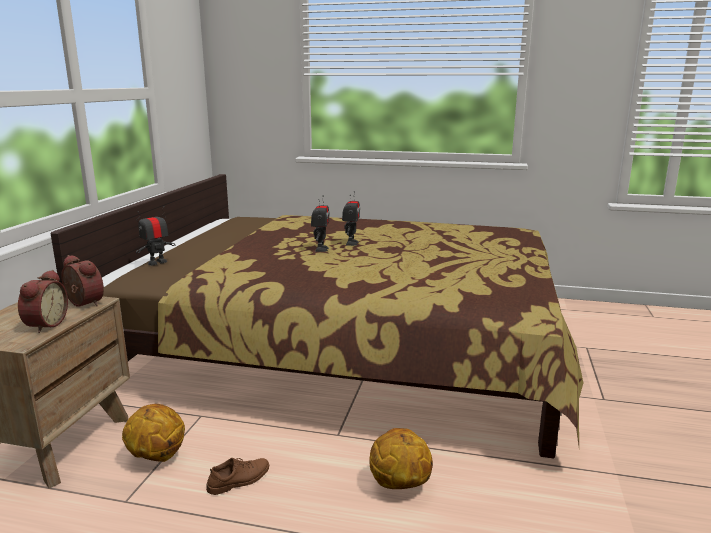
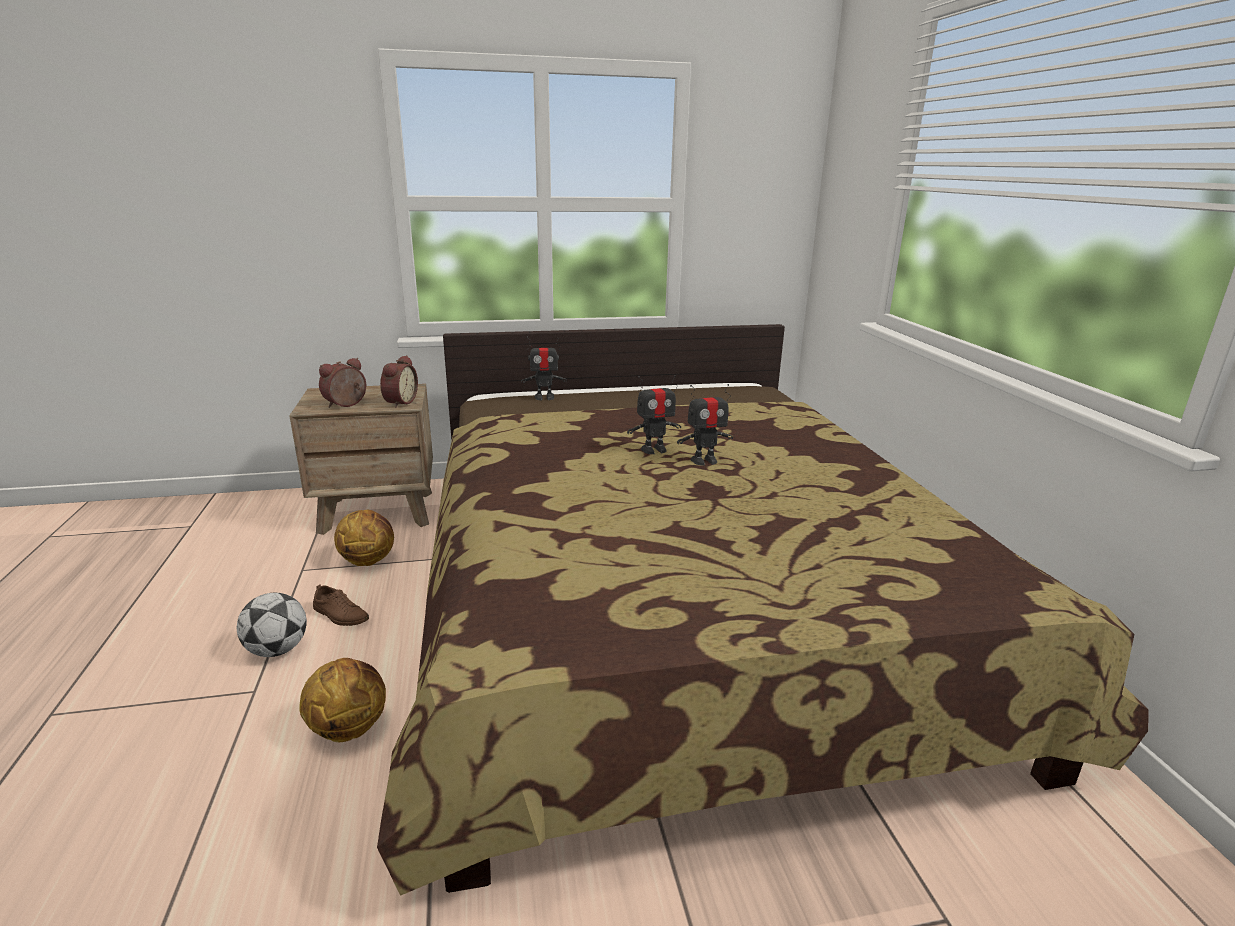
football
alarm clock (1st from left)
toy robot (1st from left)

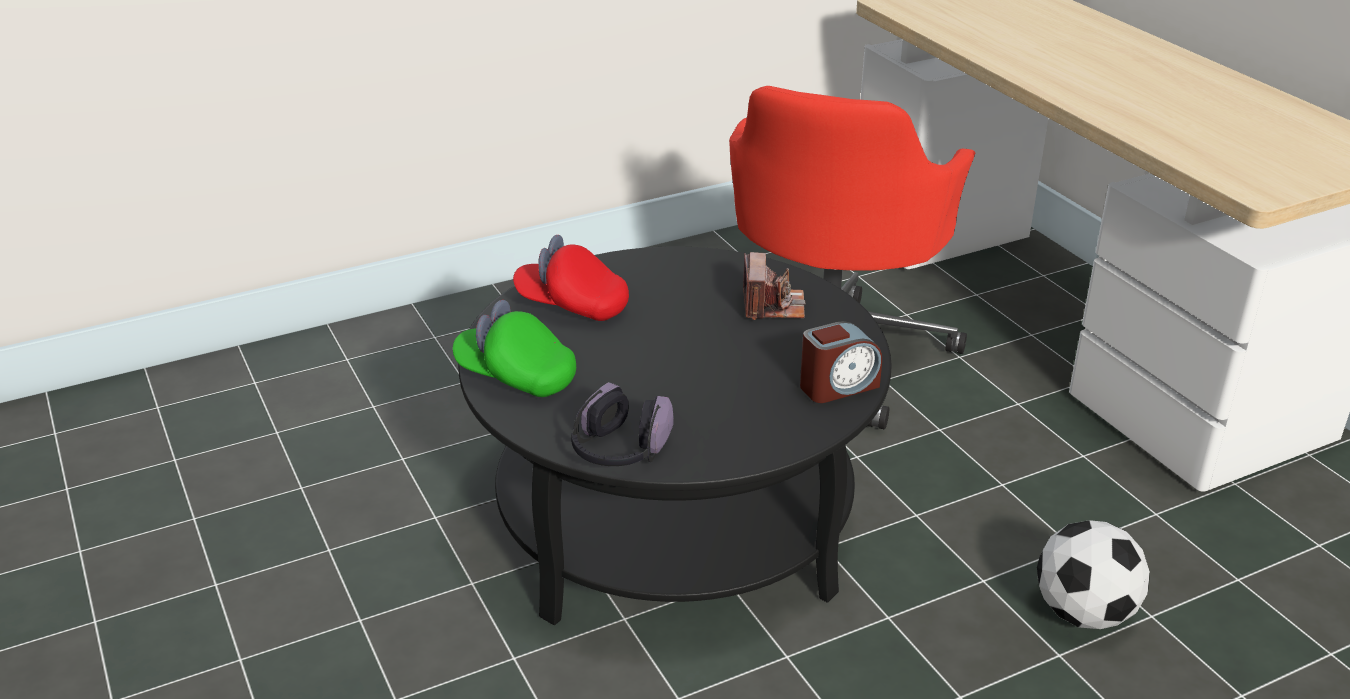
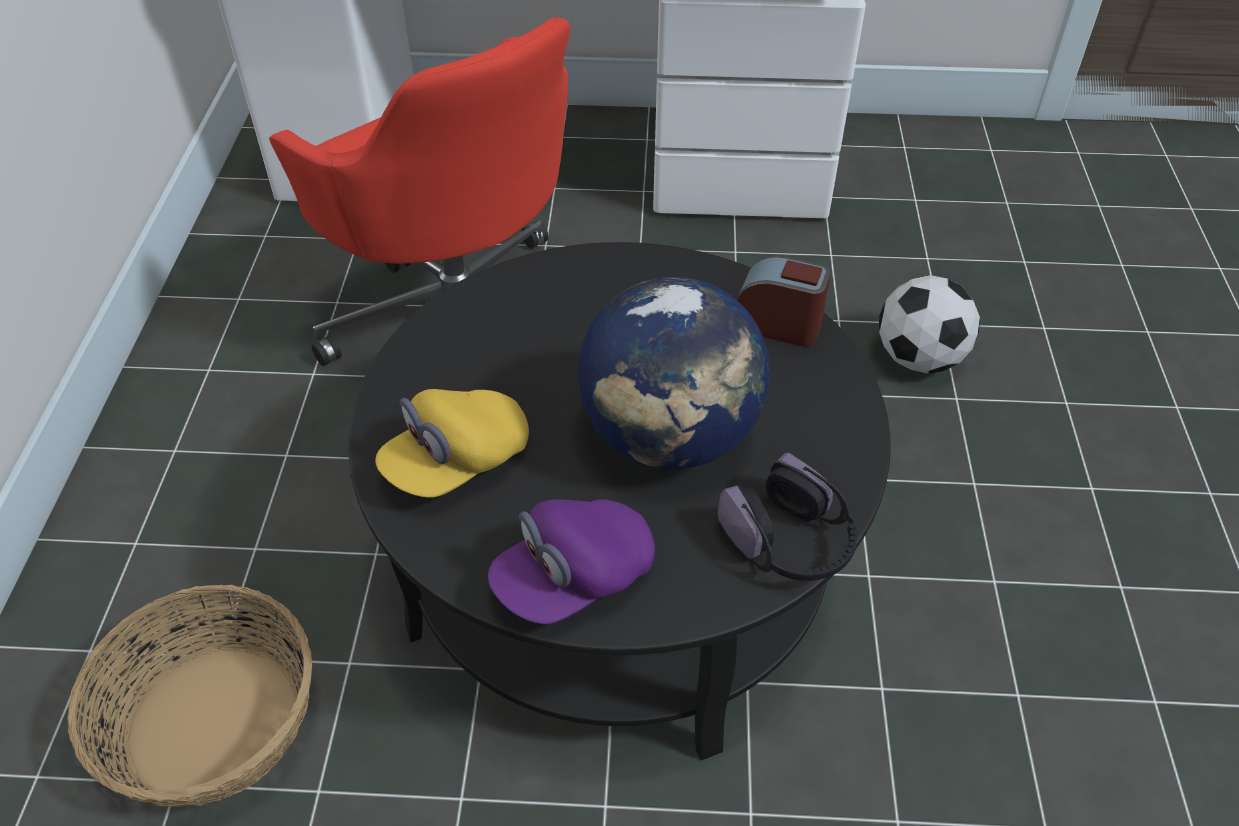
photo camera
basket
globe
purple cap
yellow cap
alarm clock

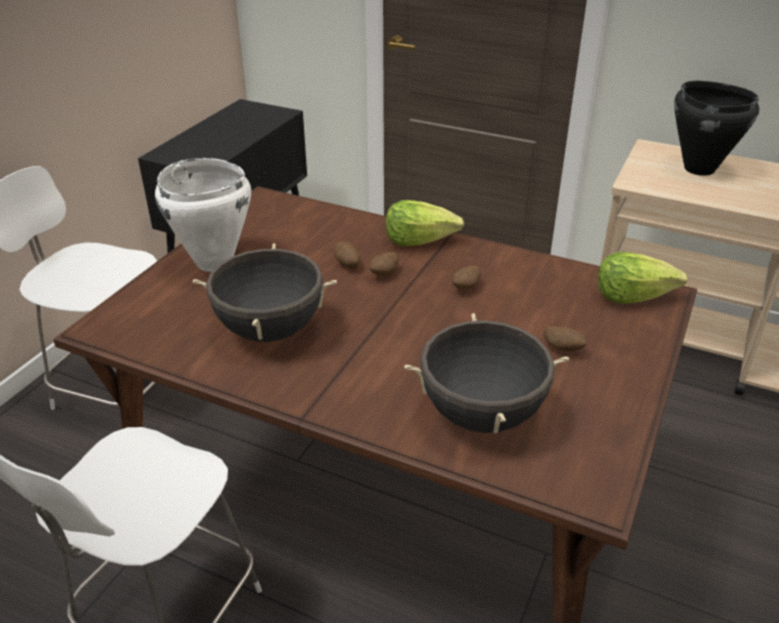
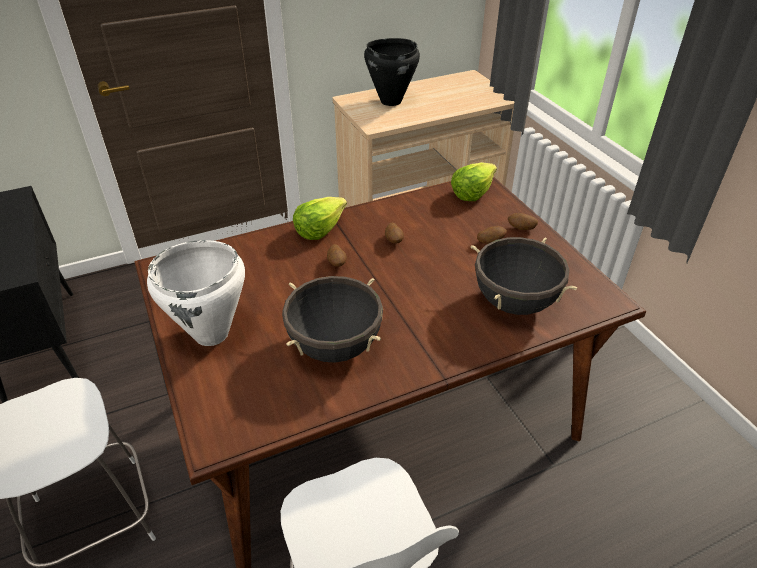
potato (4th from left)

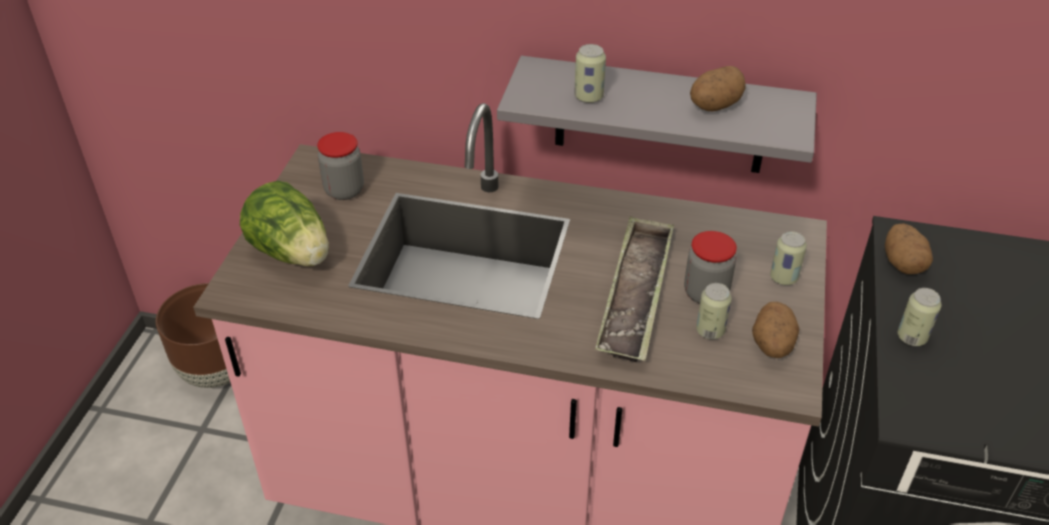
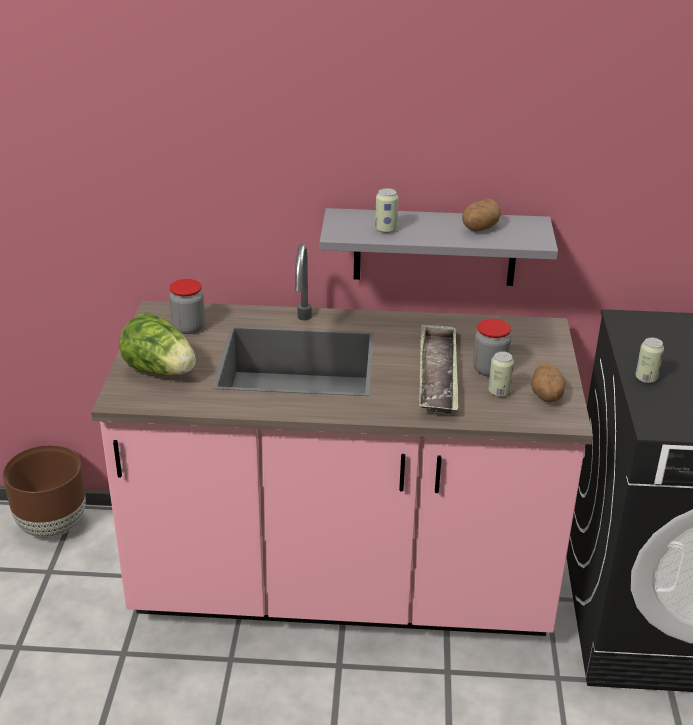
can (3rd from left in the first image)
potato (3rd from left in the first image)

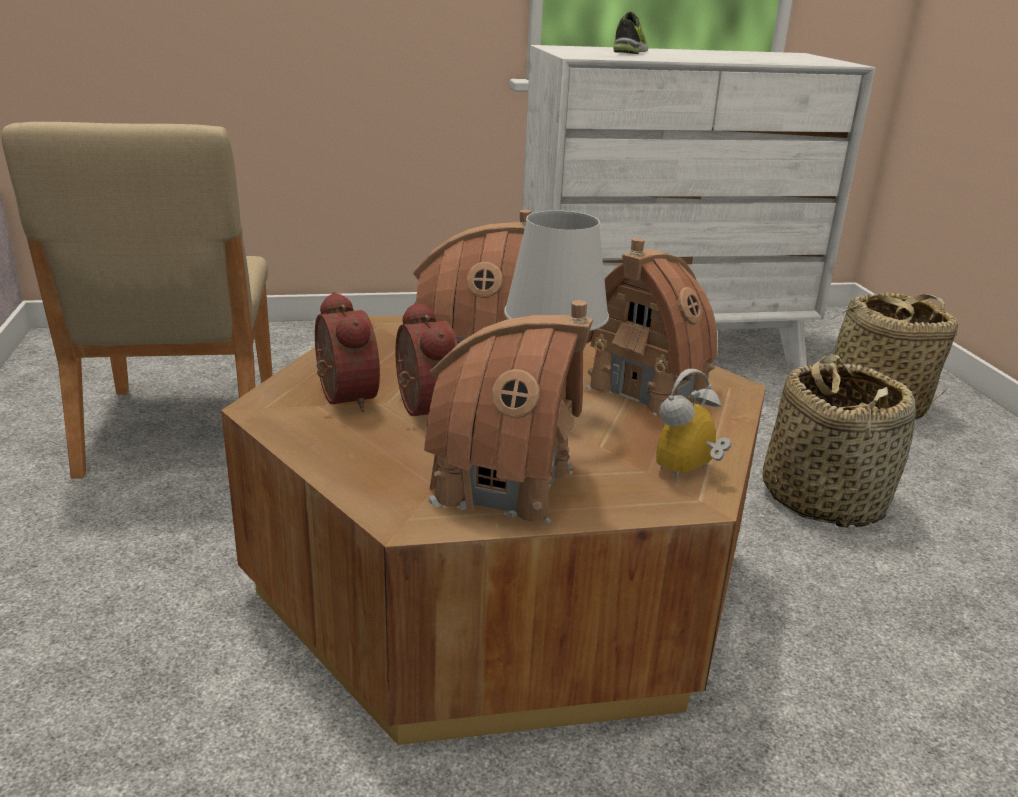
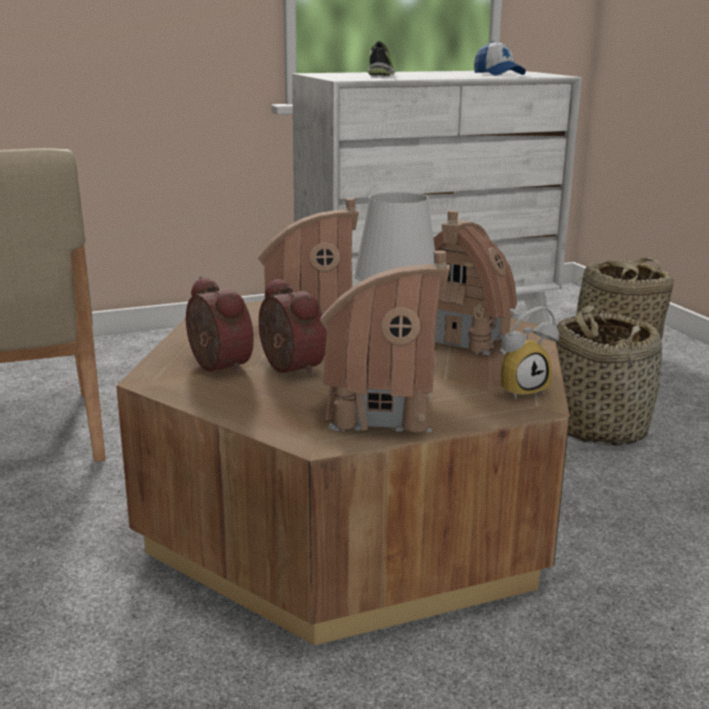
cap
alarm clock (3rd from left)

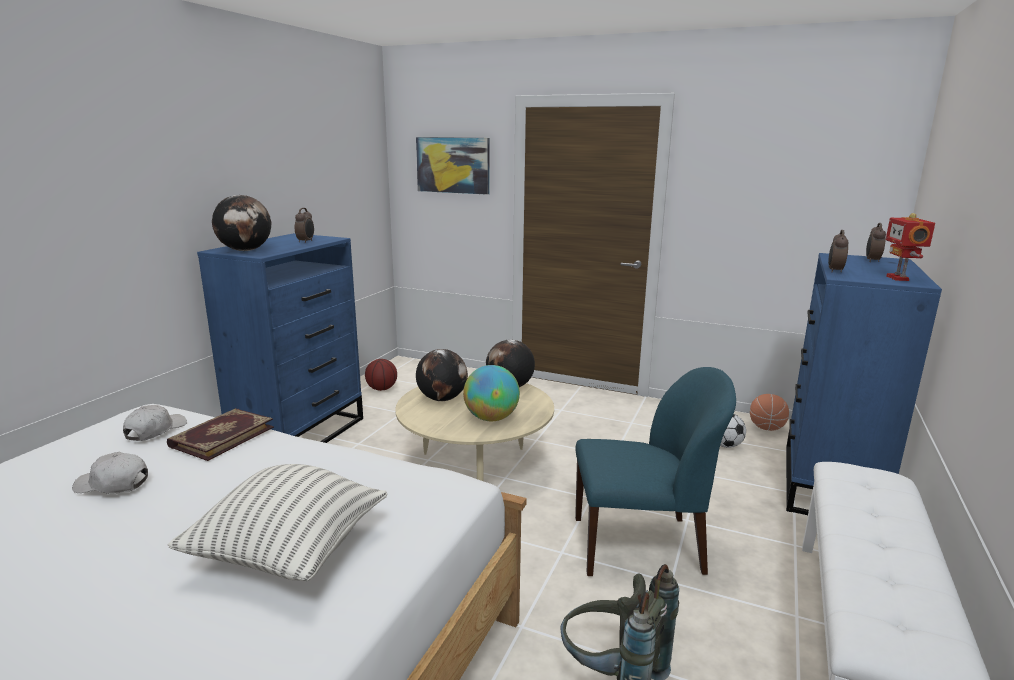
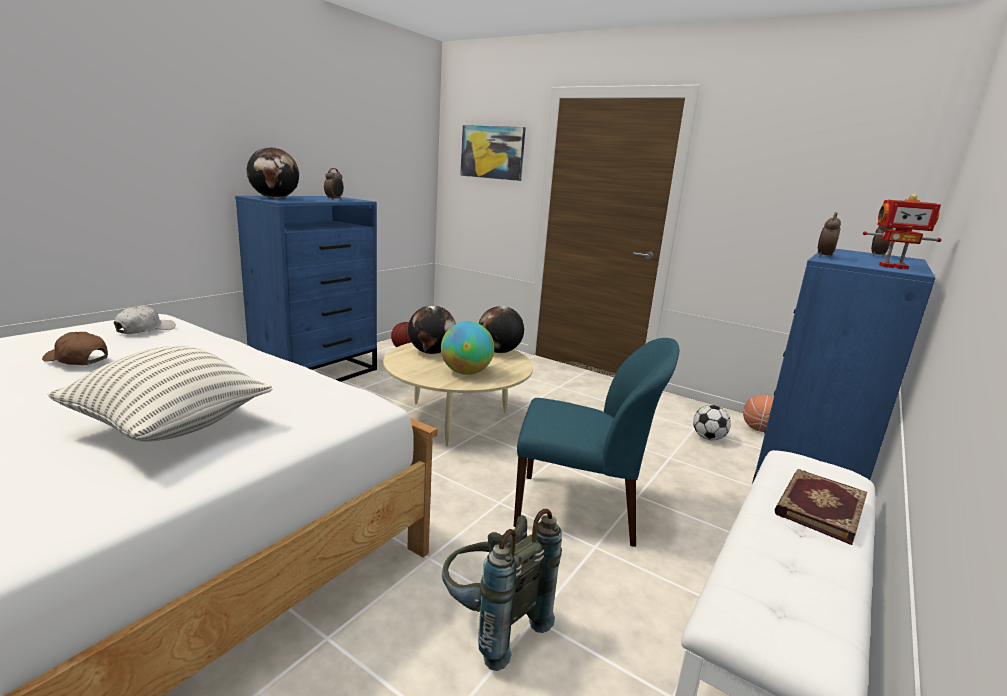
book
brown cap
toy robot

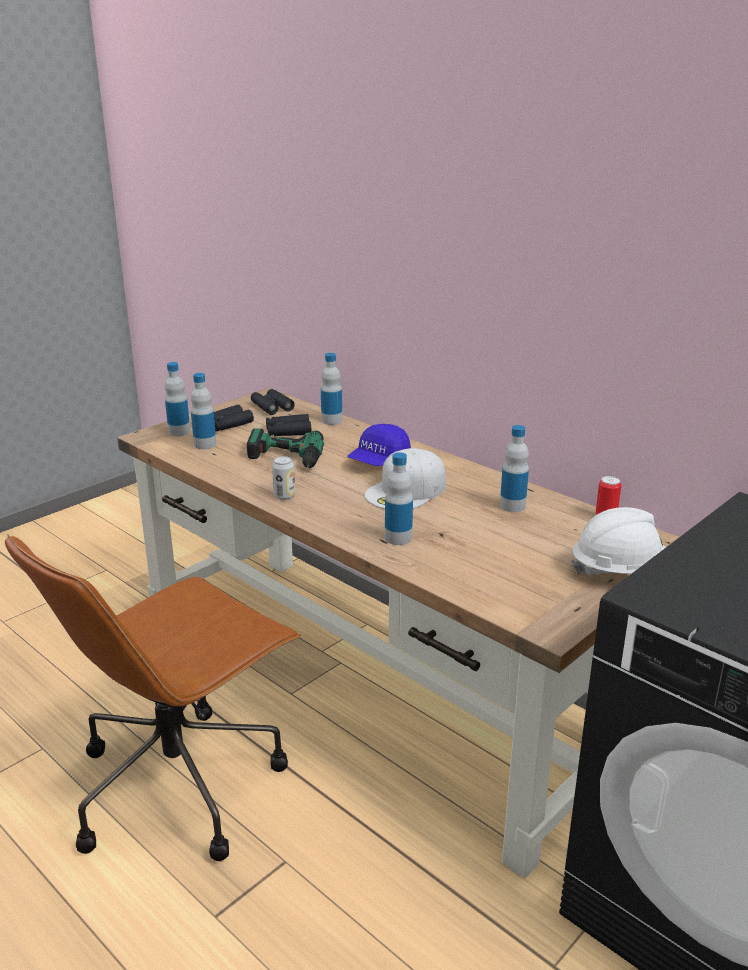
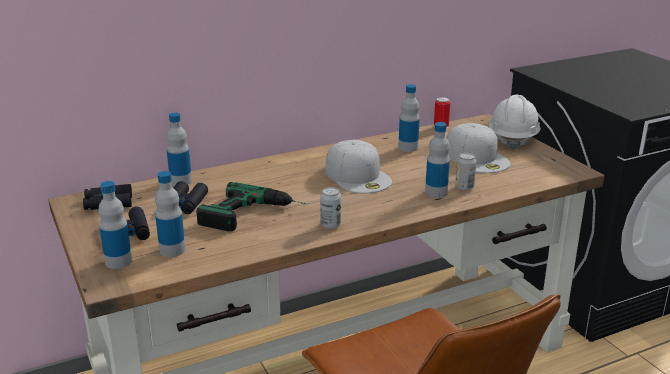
blue cap
white cap (2nd from left)
can (3rd from left)

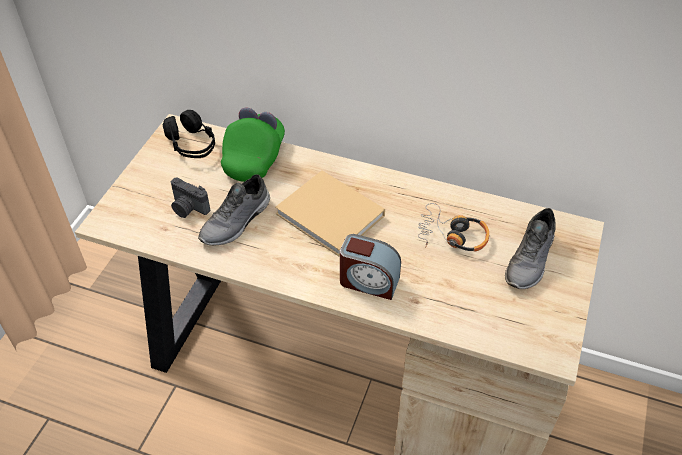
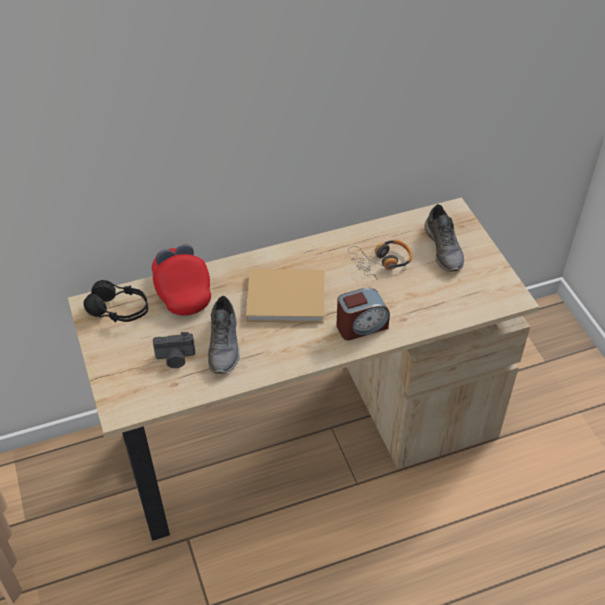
red cap

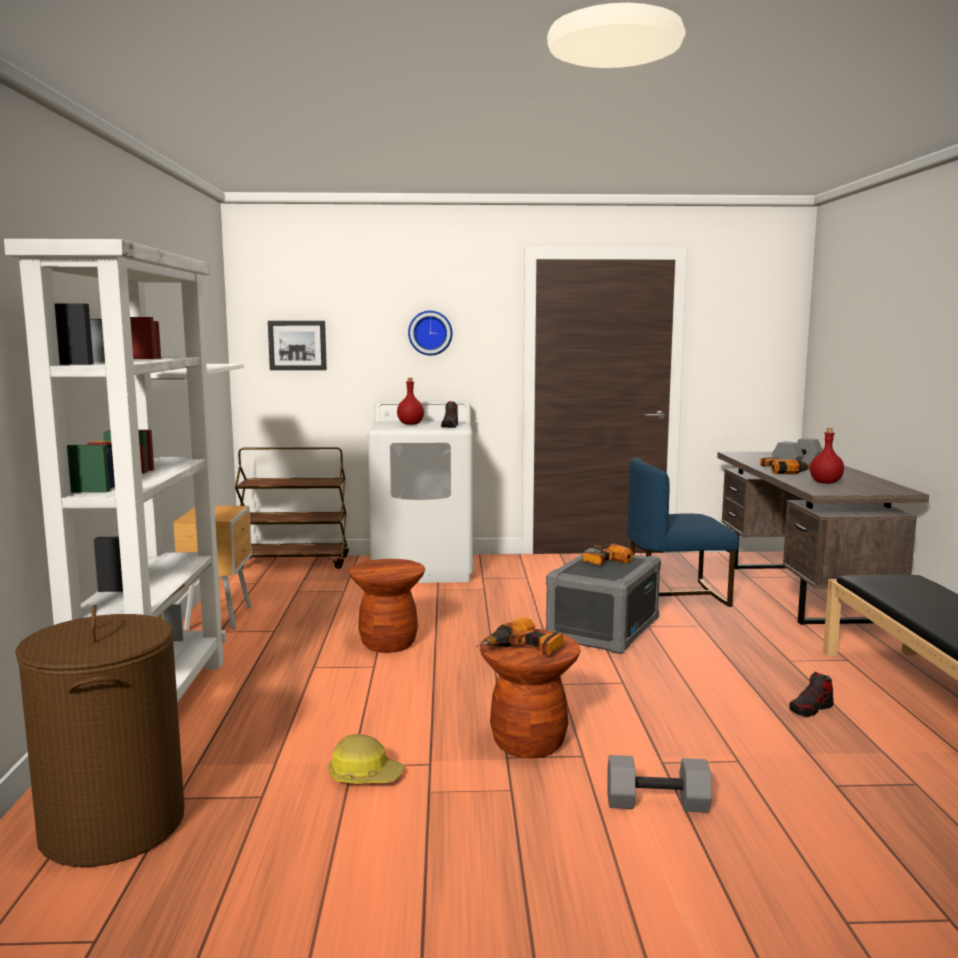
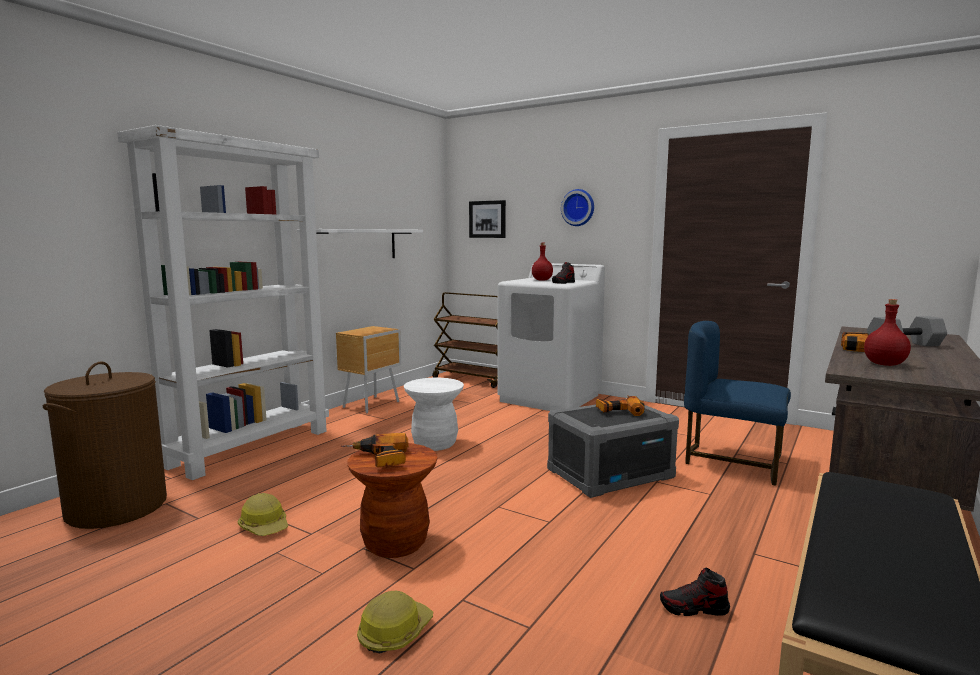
hard hat (2nd from left)
white stool

